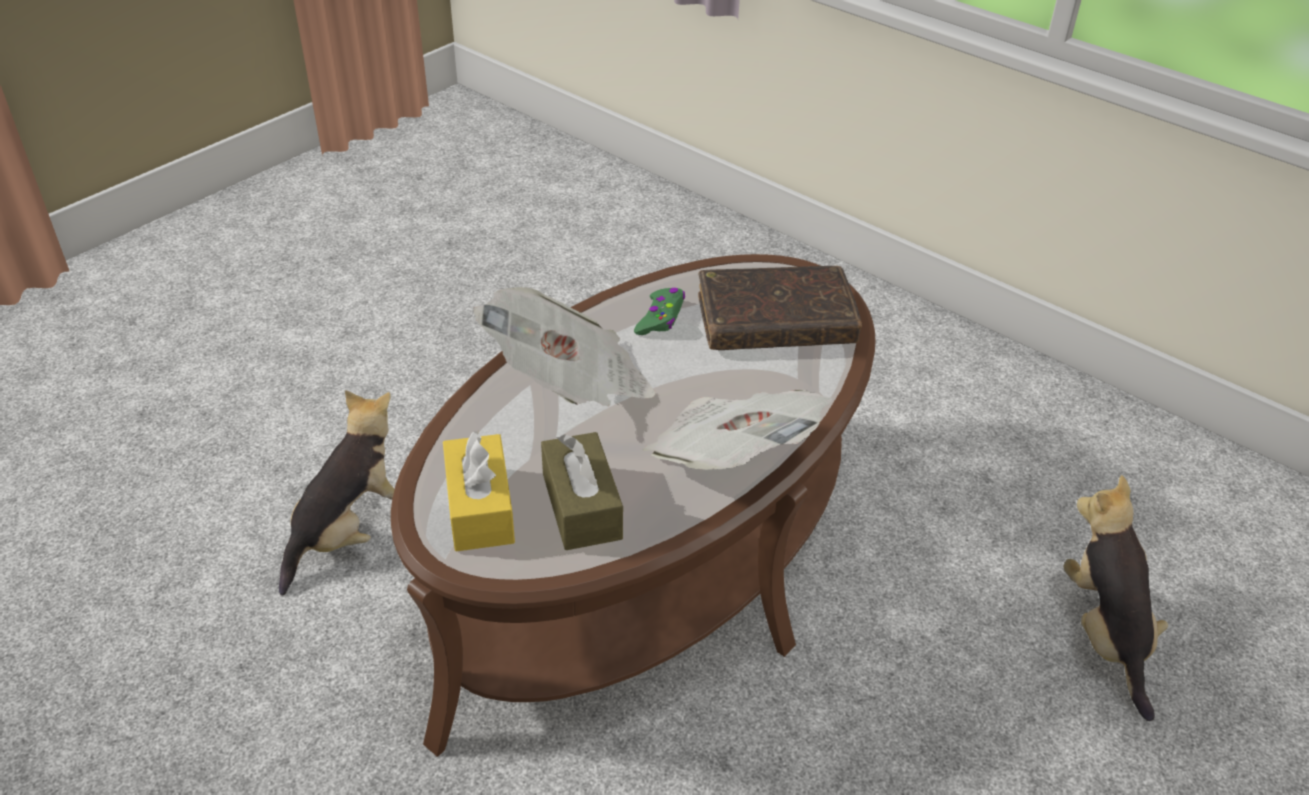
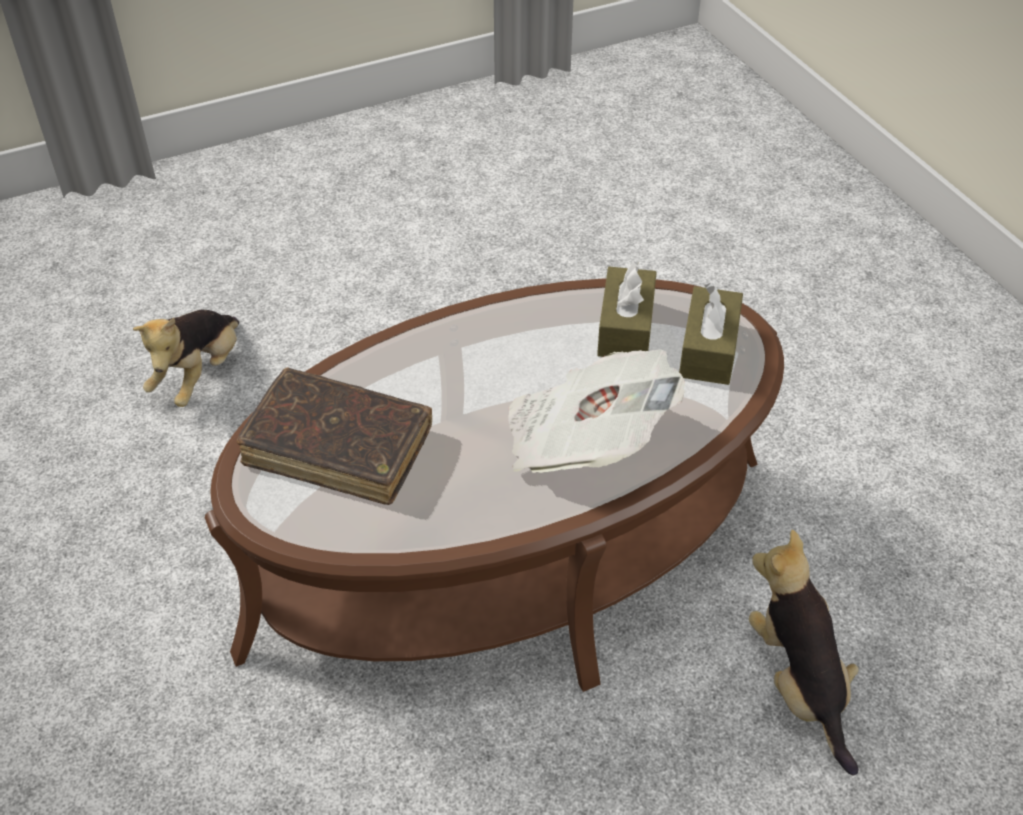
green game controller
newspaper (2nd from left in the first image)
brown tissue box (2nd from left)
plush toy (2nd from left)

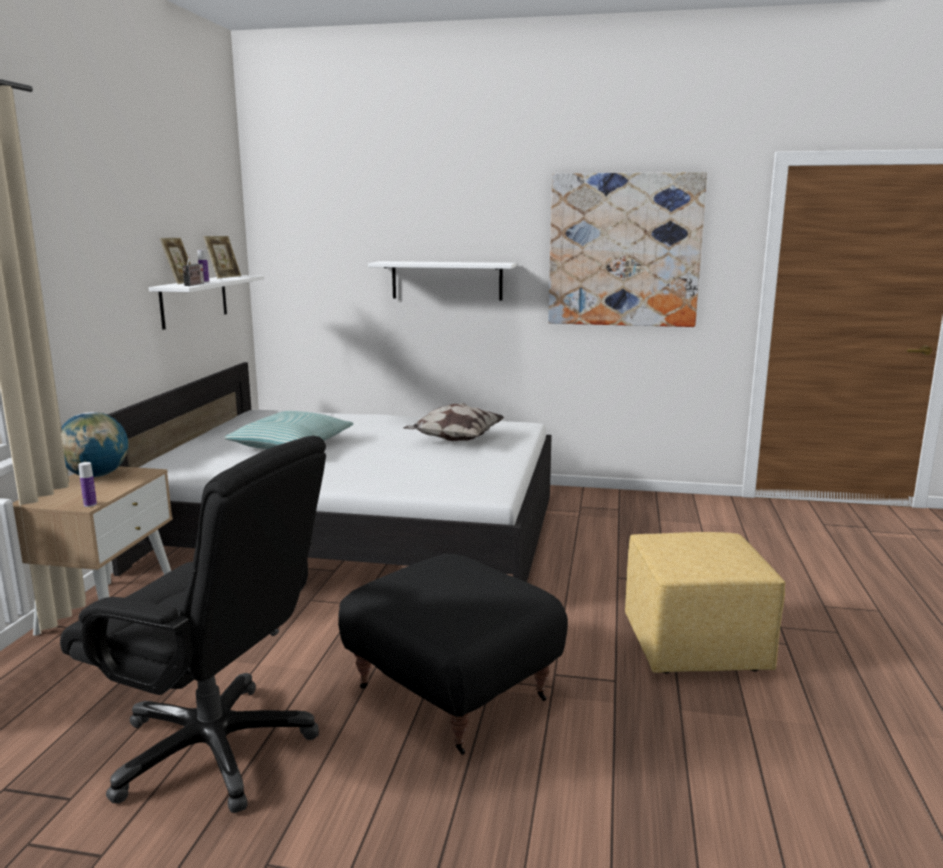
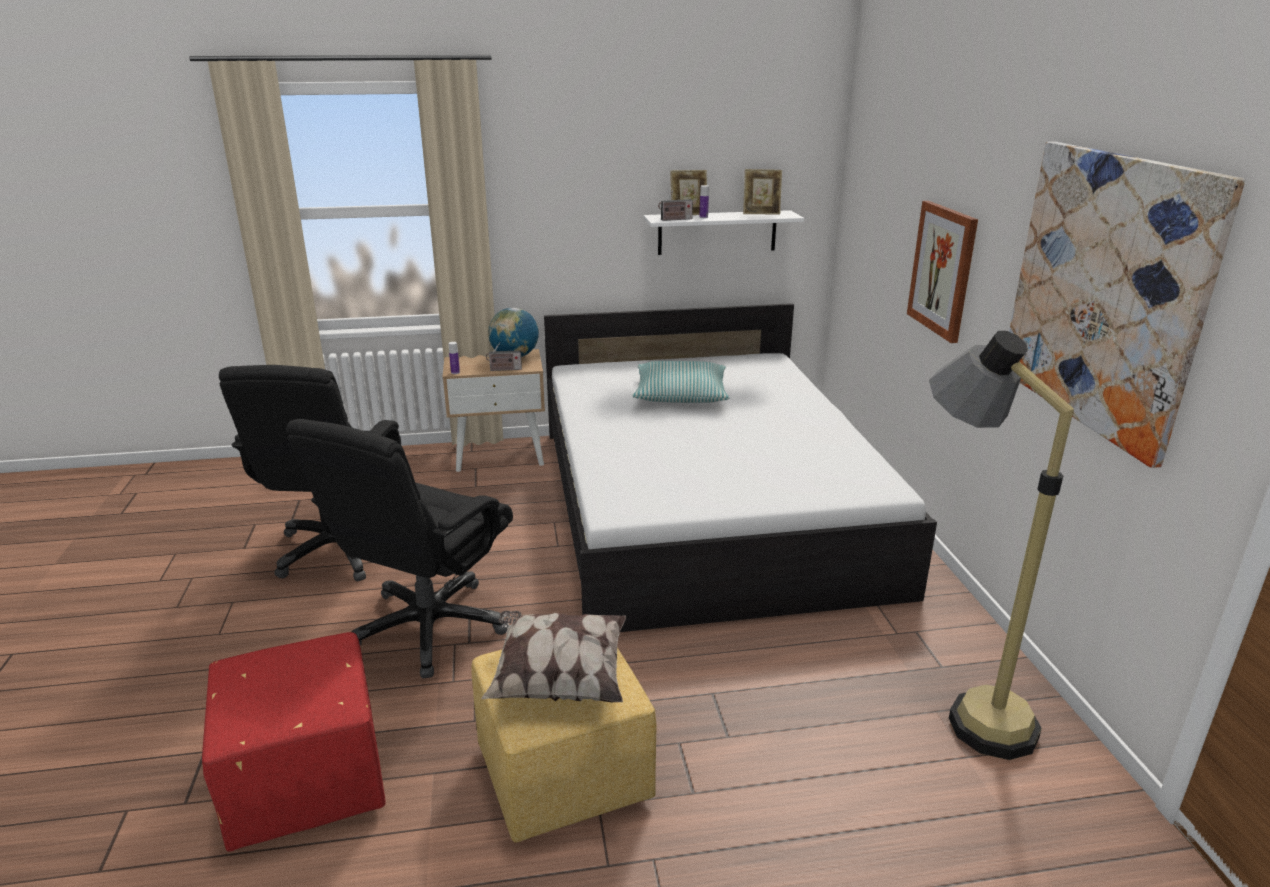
red ottoman
radio (1st from left)
floor lamp
pillow (1st from left)
black office chair (2nd from left)
picture (1st from left)

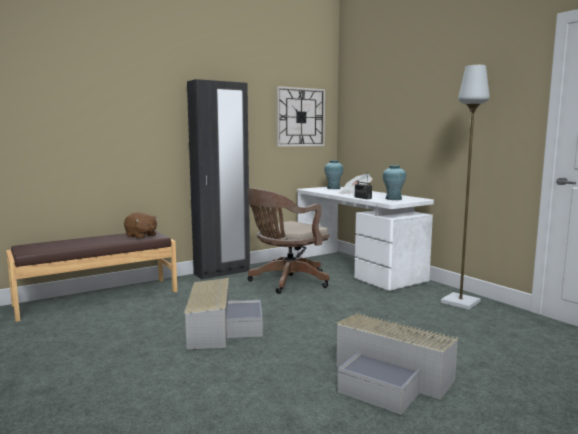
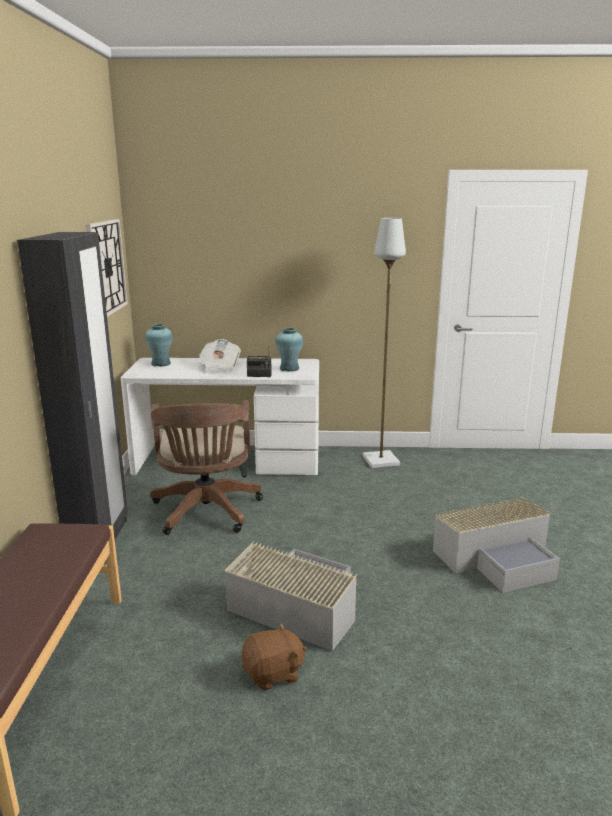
brown plush toy

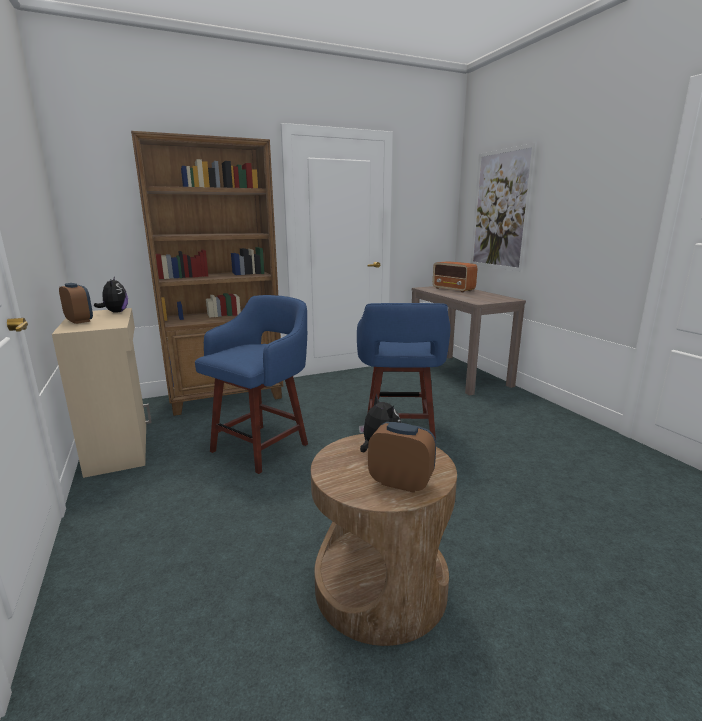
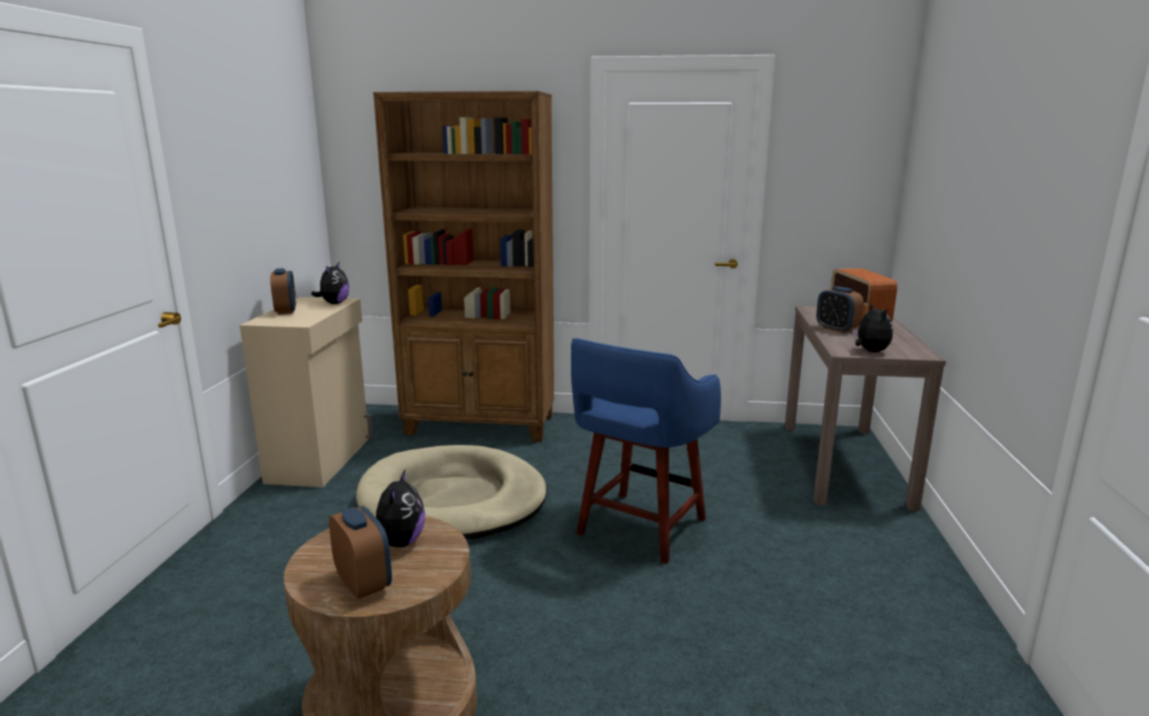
picture
alarm clock (3rd from left)
plush toy (3rd from left)
beige dog bed

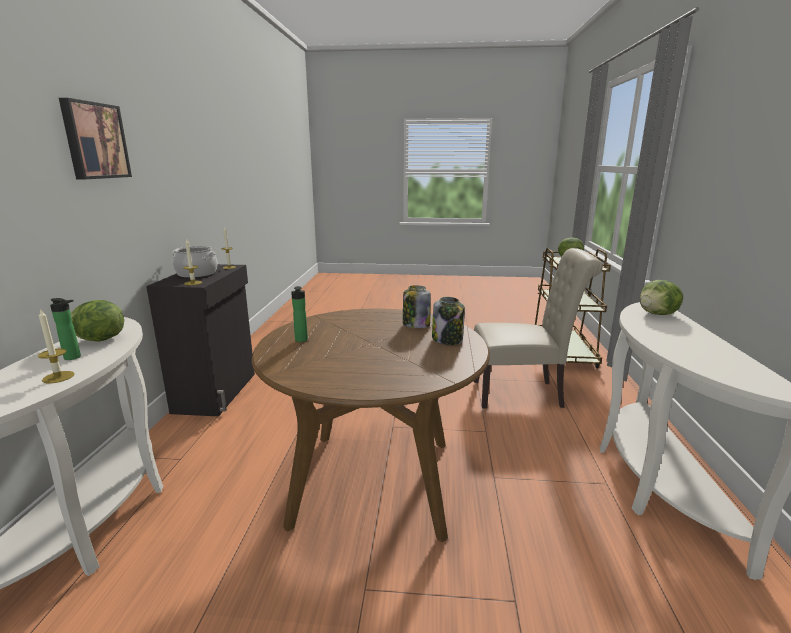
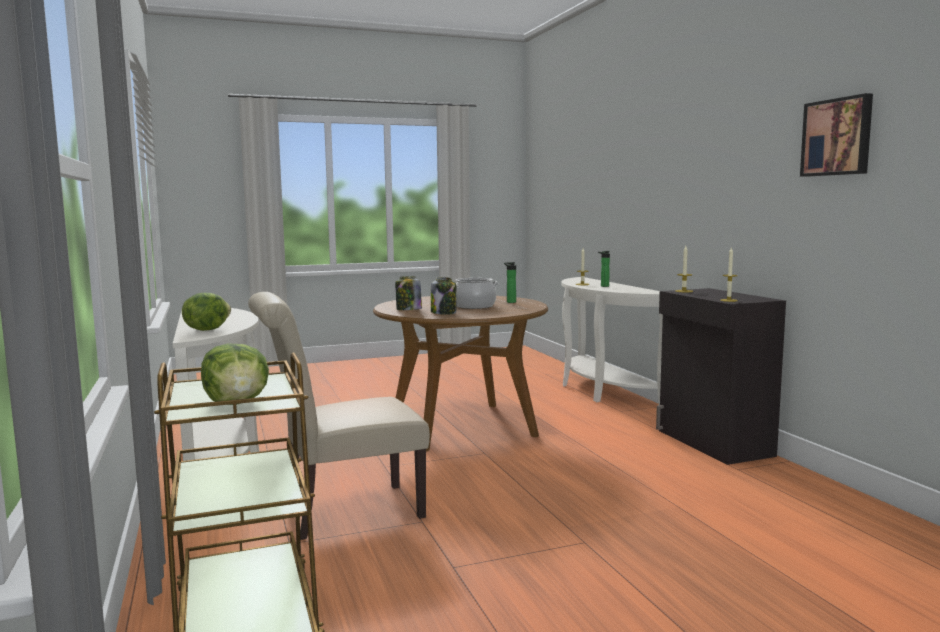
lettuce (1st from left in the first image)
picture
cooking pot

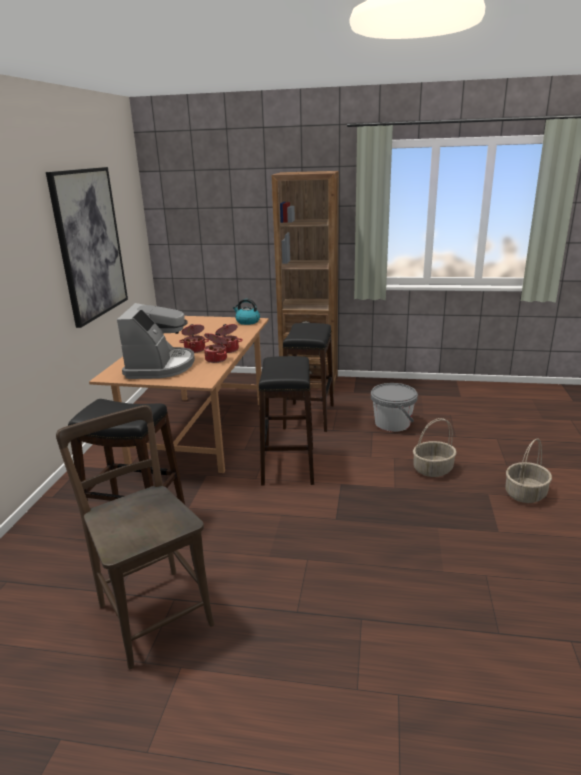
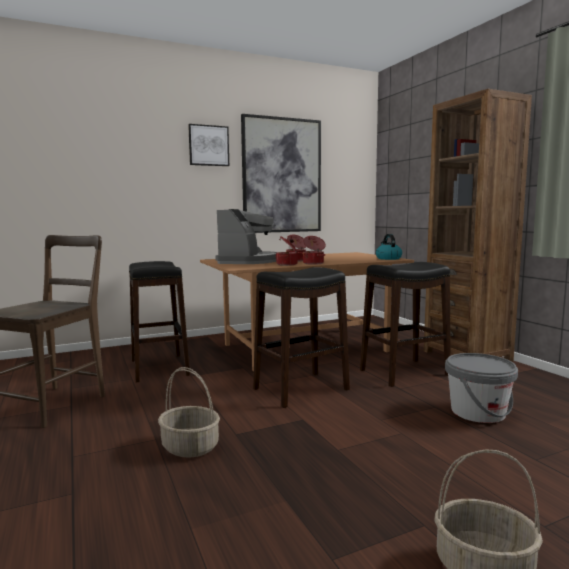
picture (1st from left)
basket (1st from left)
coffee machine

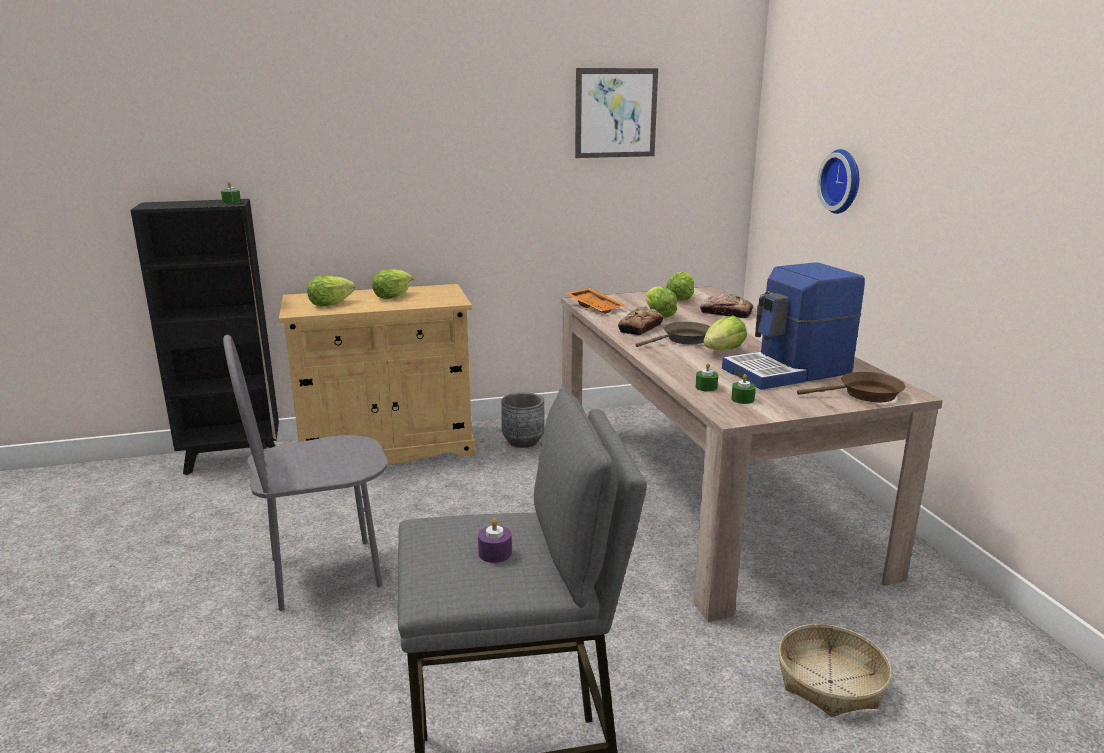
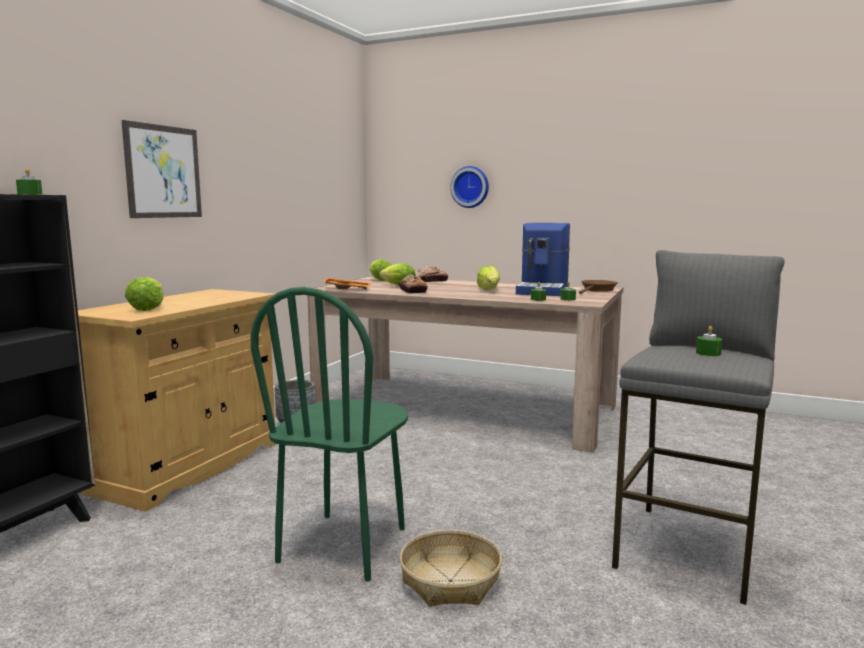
lettuce (2nd from left in the first image)
brown frying pan (1st from left in the first image)
picture
basket
green chair
green candle (4th from left)

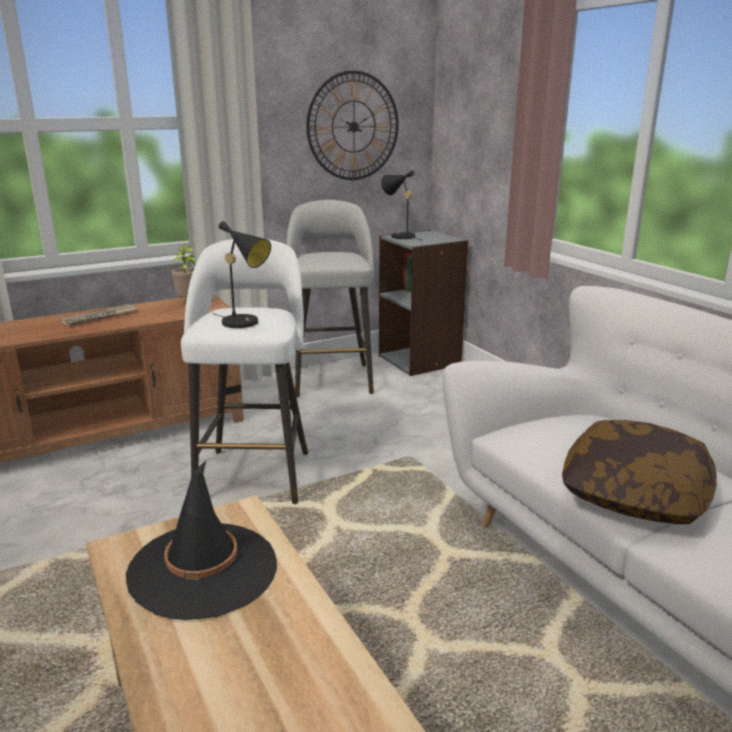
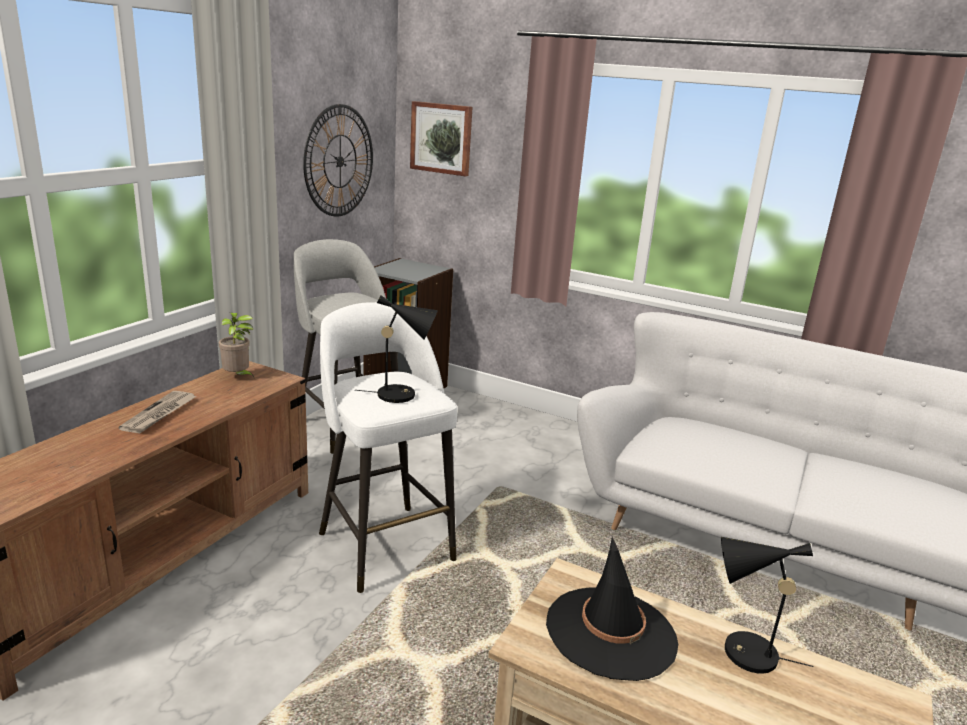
pillow
picture
black table lamp (2nd from left)

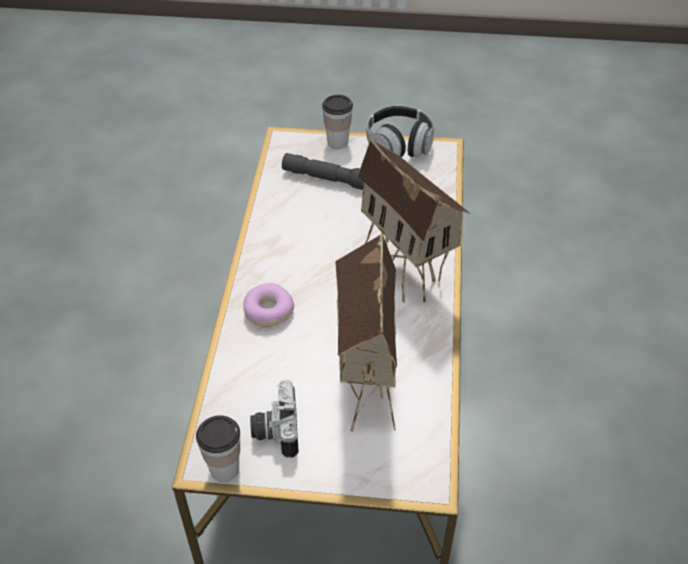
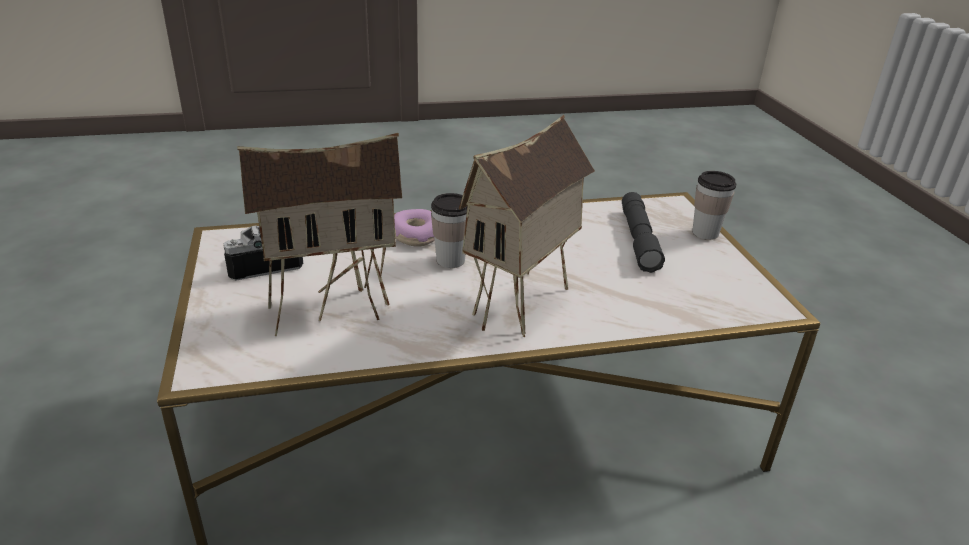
headphones
cup (1st from left)

